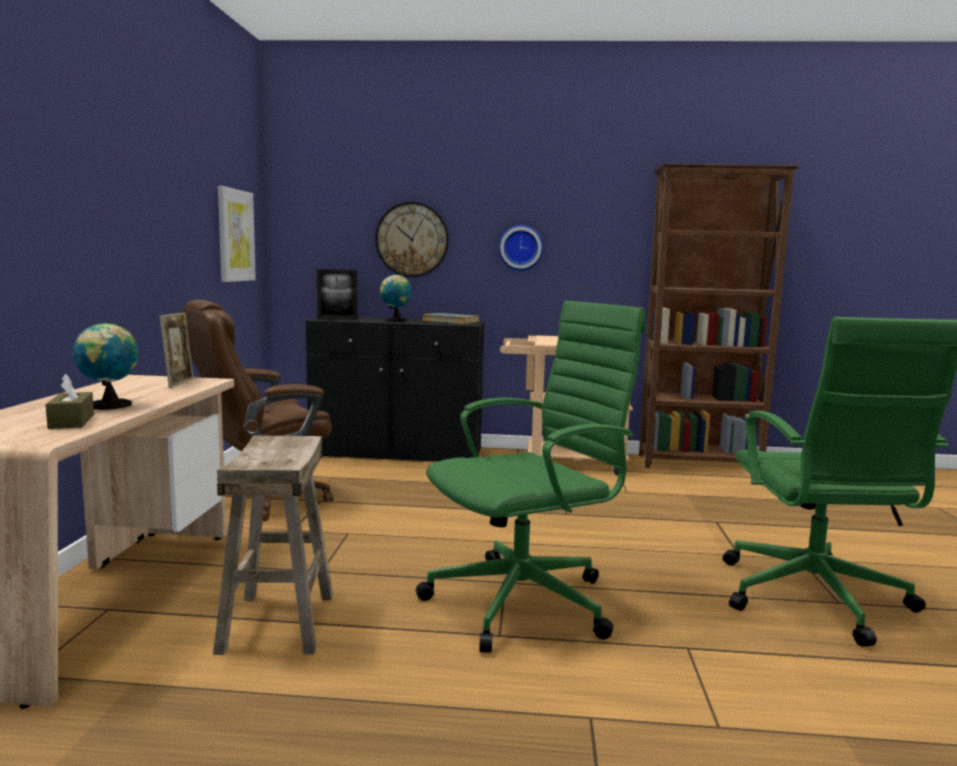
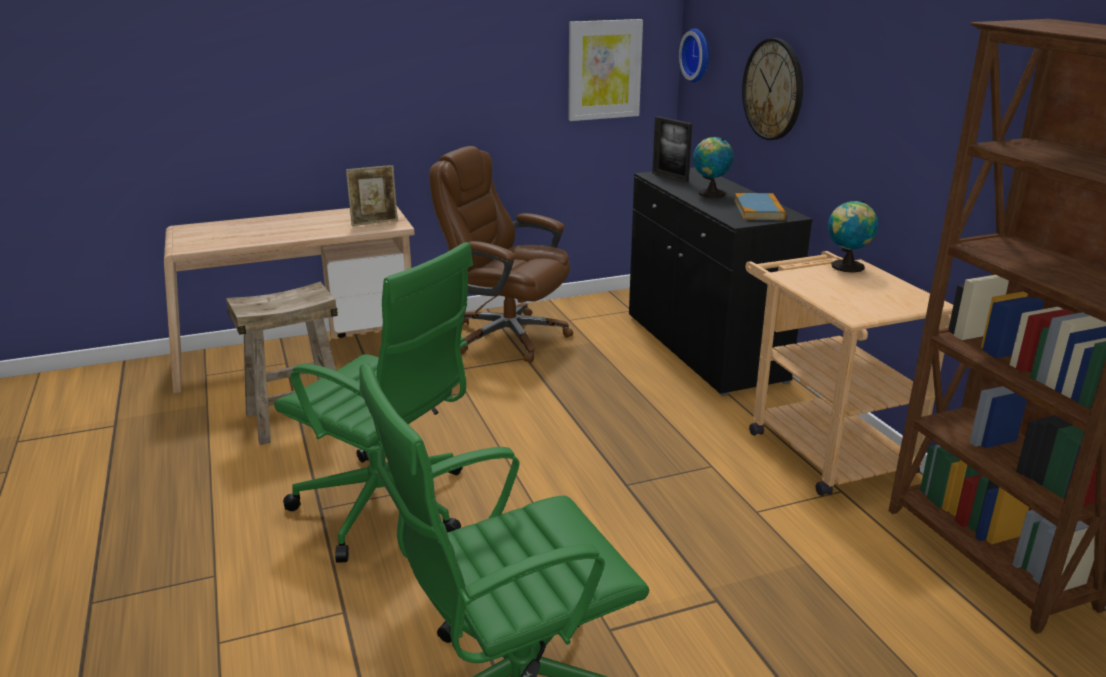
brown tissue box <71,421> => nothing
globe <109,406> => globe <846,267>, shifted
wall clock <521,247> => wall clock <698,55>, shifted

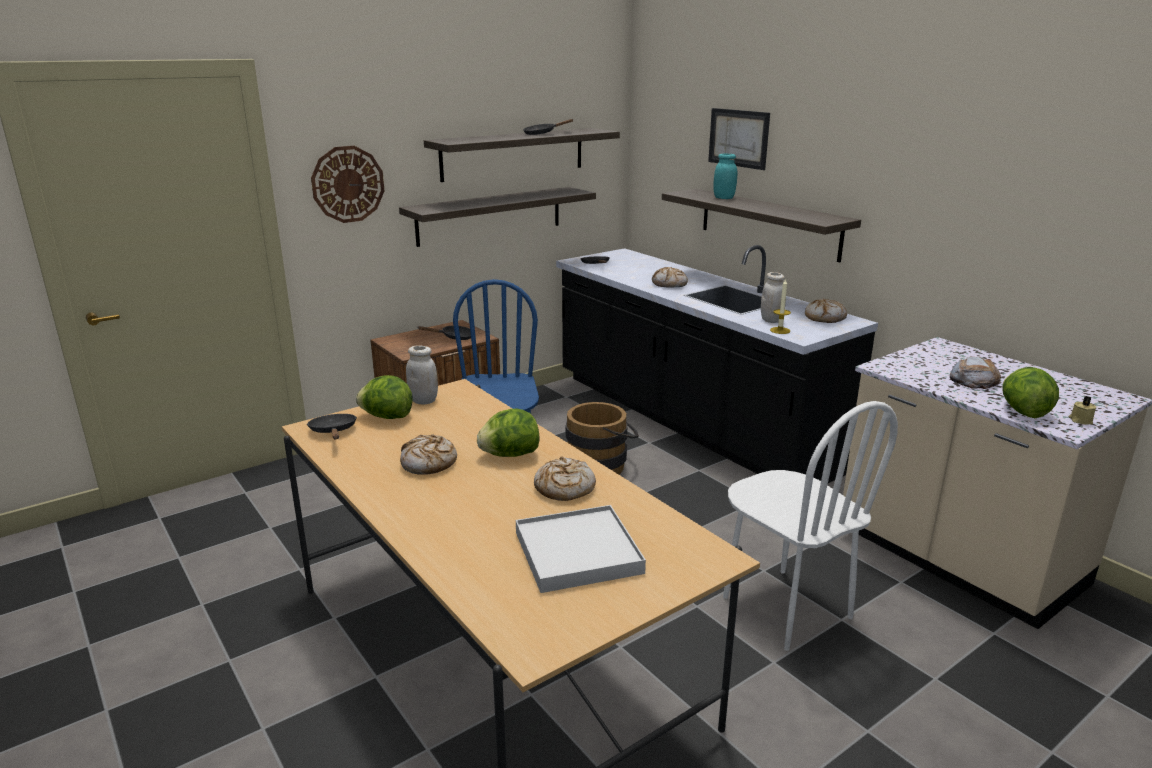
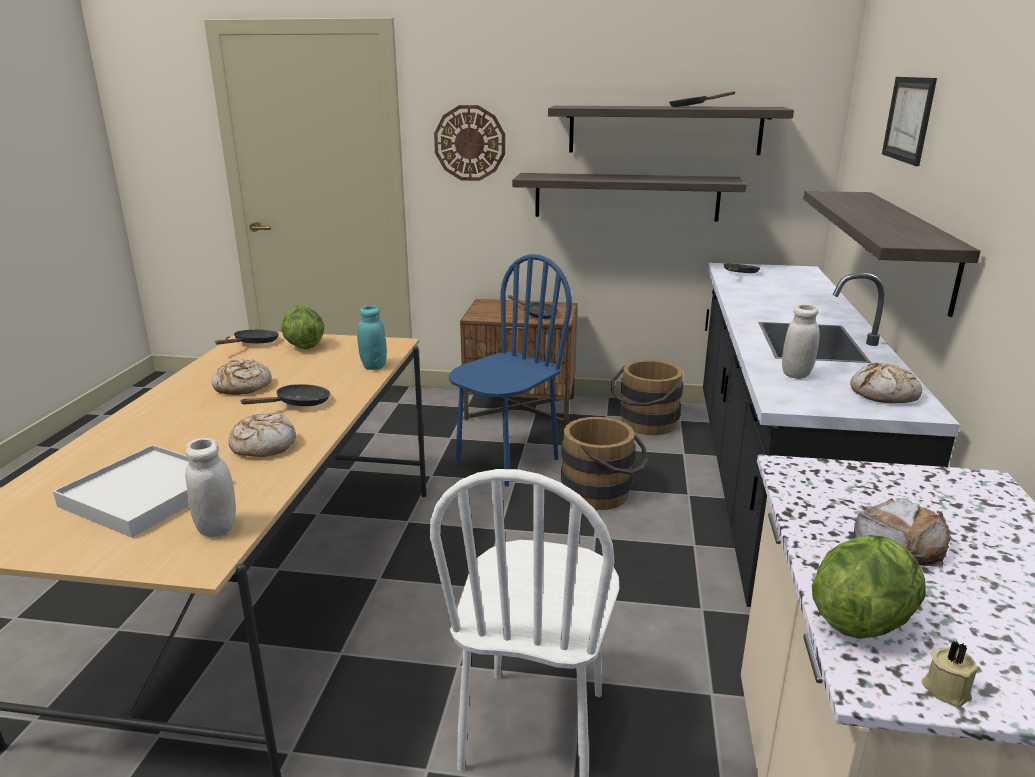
bread <669,284> => nothing
candle <780,330> => nothing
nothing => brown bucket <645,425>
white jar <423,401> => white jar <217,528>, shifted
turquoise jar <724,198> => turquoise jar <374,366>, shifted
lettuce <510,455> => black frying pan <298,404>

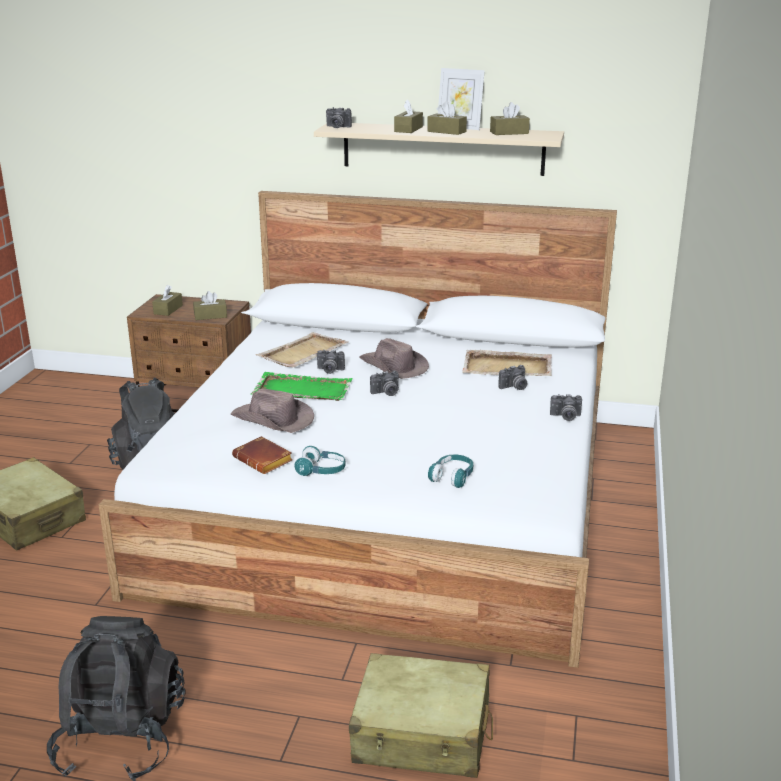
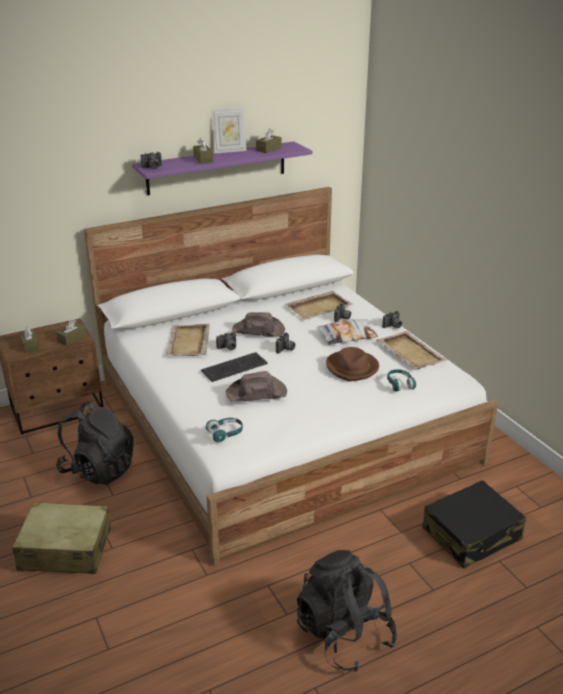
brown book <265,460> => nothing
brown tissue box <446,131> => nothing
nothing => pillow <347,336>
nothing => brown hat <352,368>
nothing => beige tray <410,352>
turquoise headphones <321,470> => turquoise headphones <225,433>, shifted
green tray <301,390> => keyboard <235,367>
beige shelf <443,148> => purple shelf <217,168>
beige suitcase <422,733> => black suitcase <471,534>

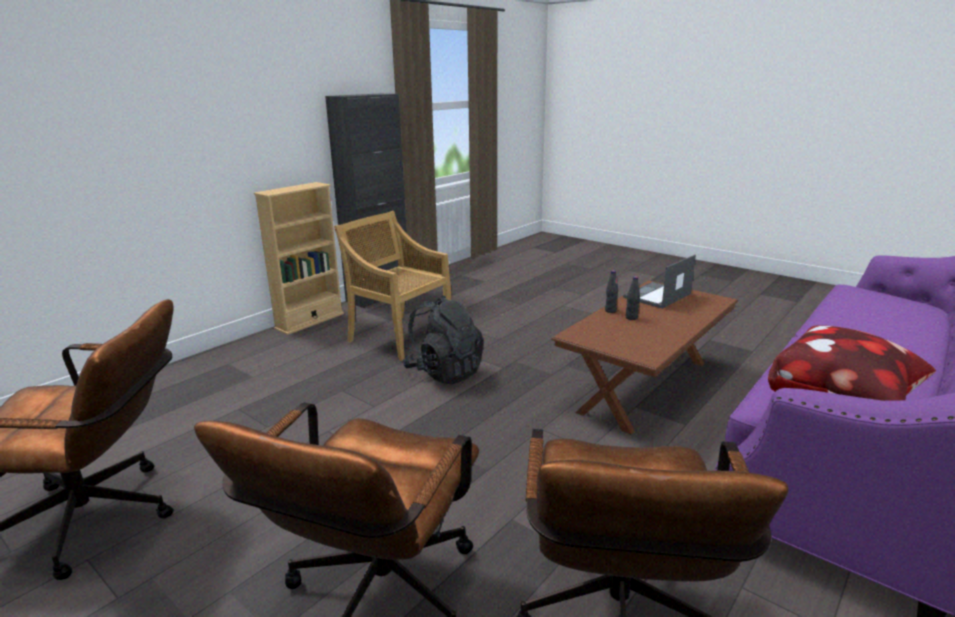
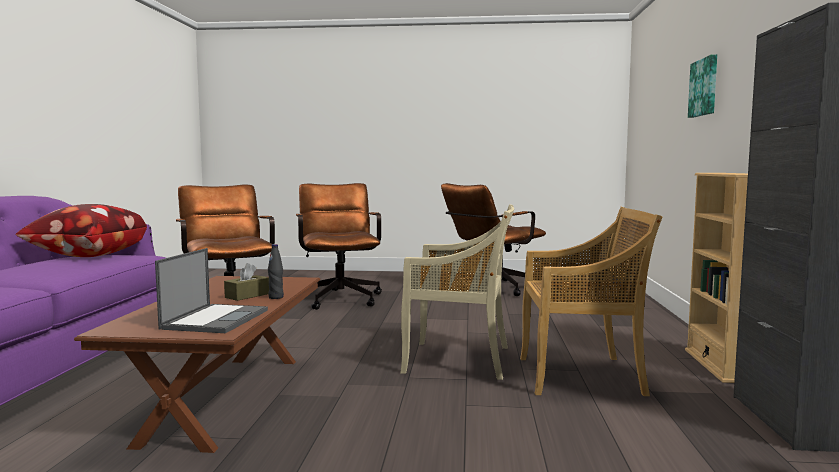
nothing => picture <704,87>
black backpack <444,372> => beige chair <460,360>
black bottle <631,318> => brown tissue box <247,295>

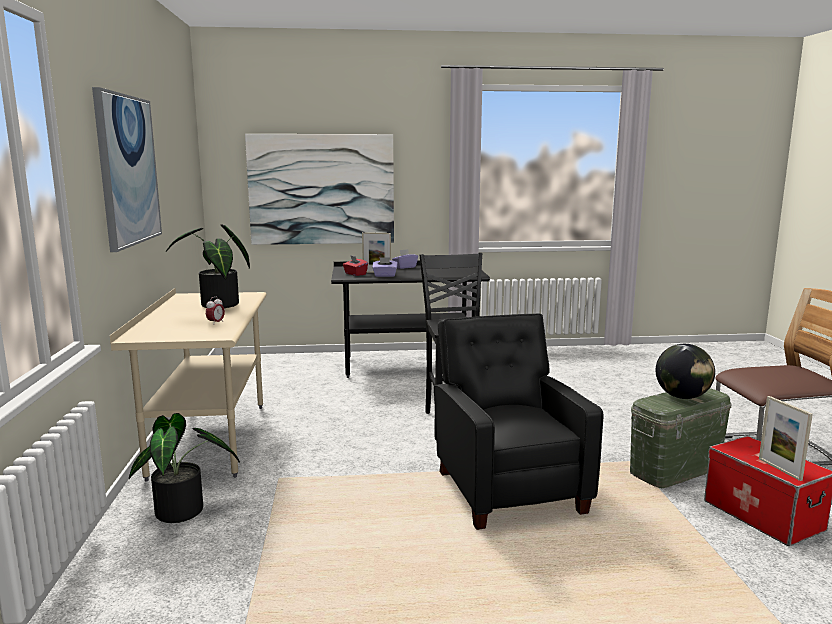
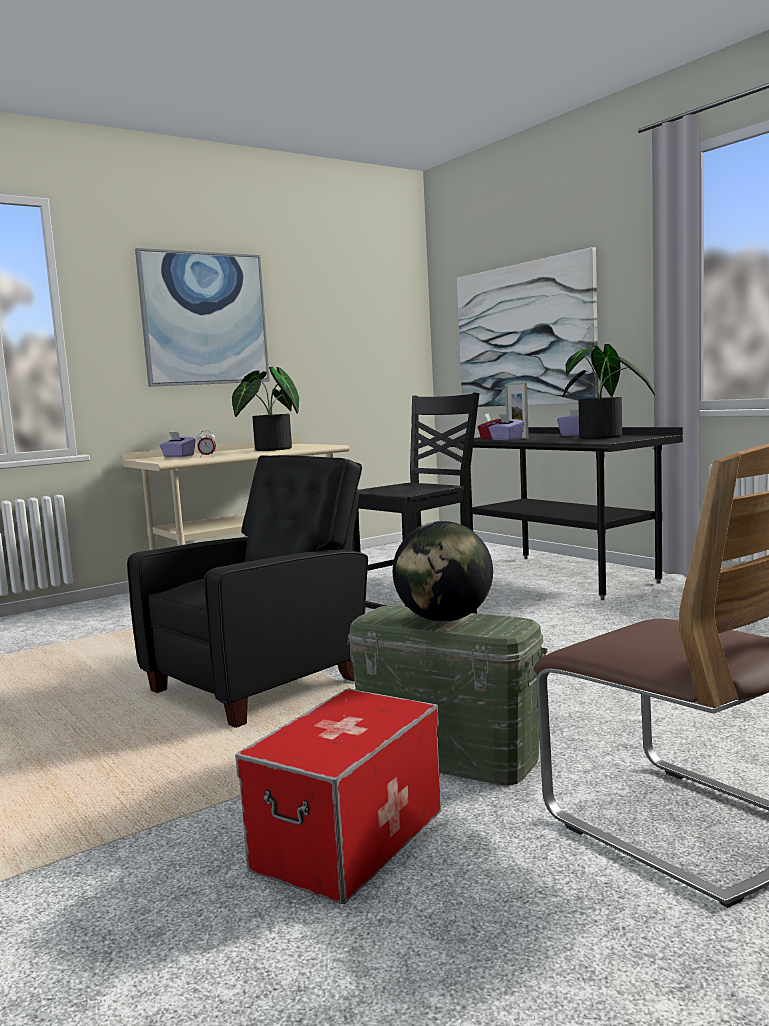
picture frame <779,469> => nothing
nothing => purple tissue box <178,456>
potted plant <185,512> => potted plant <603,437>, shifted

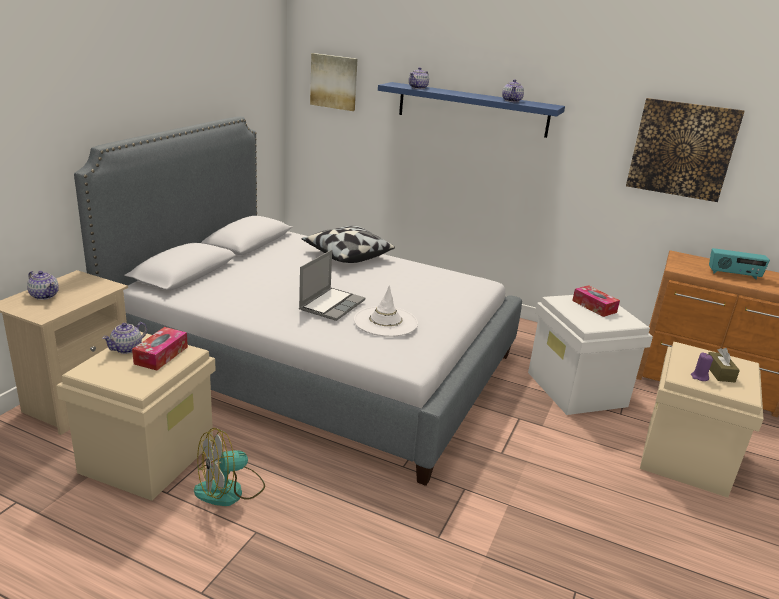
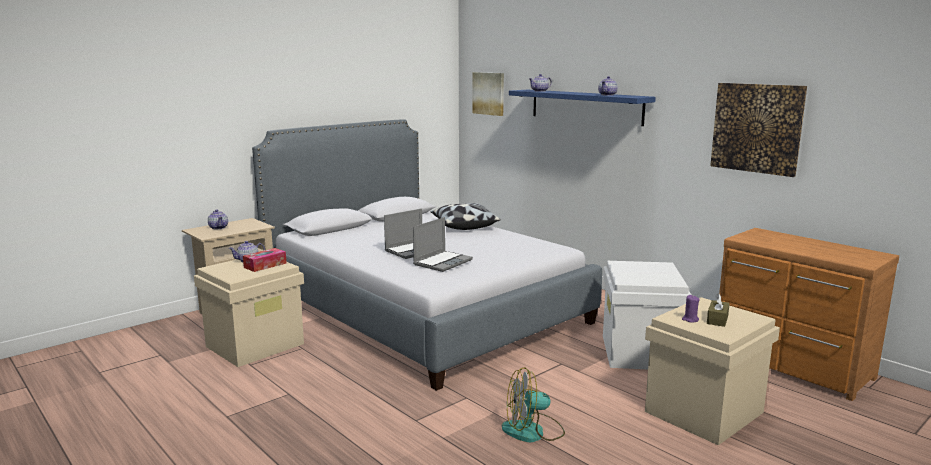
tissue box <594,306> => nothing
radio <734,275> => nothing
fan <230,490> => fan <533,431>, shifted
white hat <385,322> => laptop <442,262>

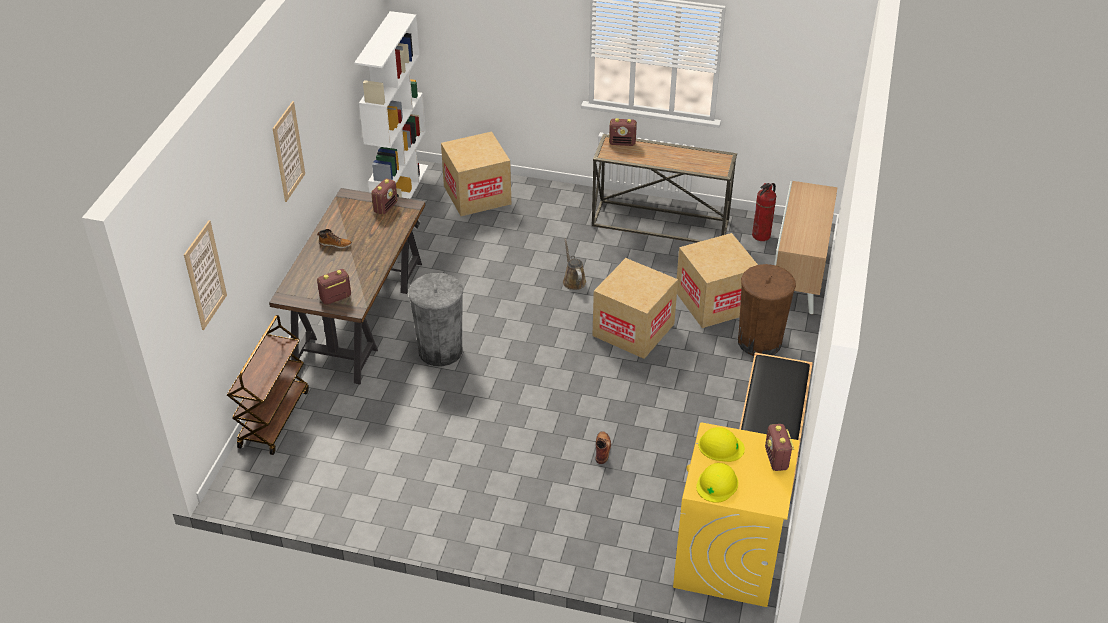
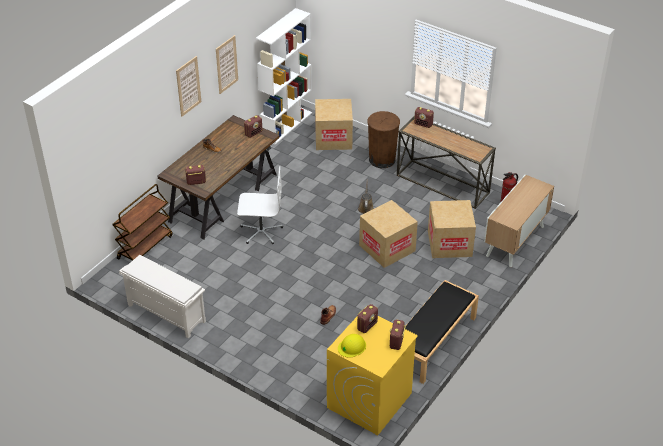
nothing => white shoe rack <165,313>
picture <205,275> => picture <226,64>, shifted
brown trash can <759,342> => brown trash can <382,160>, shifted
grey trash can <440,351> => white office chair <261,231>
yellow hard hat <720,446> => radio <367,326>

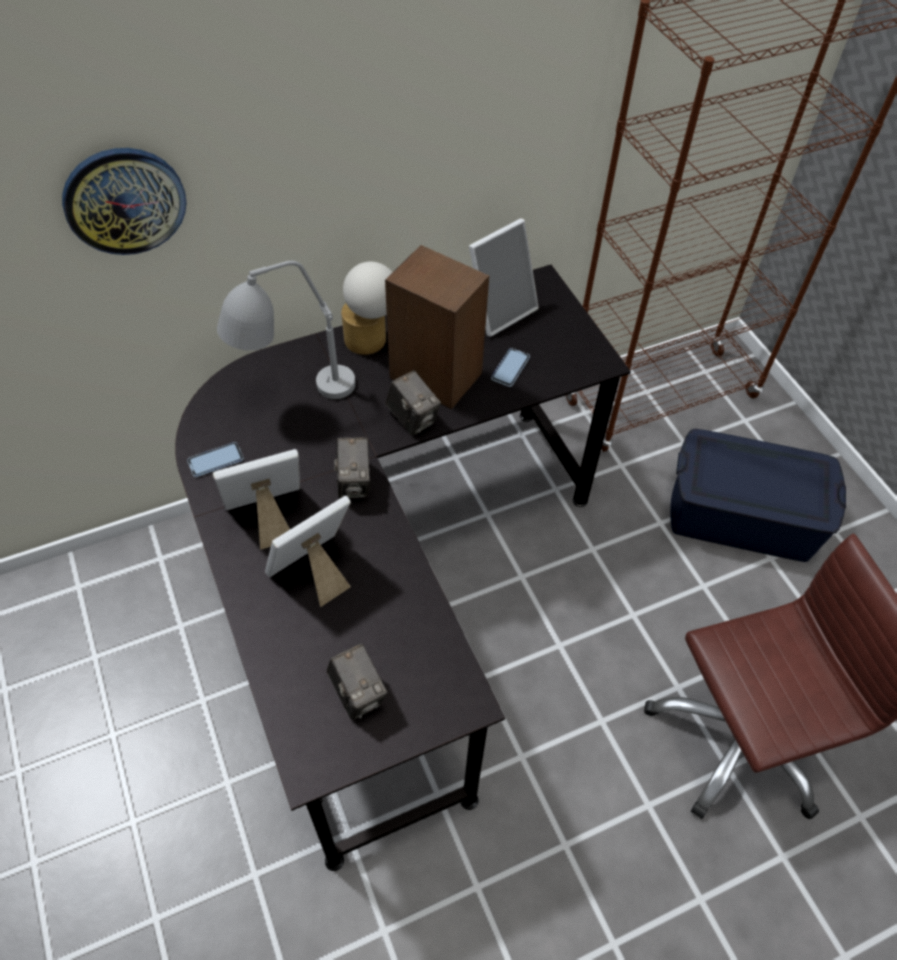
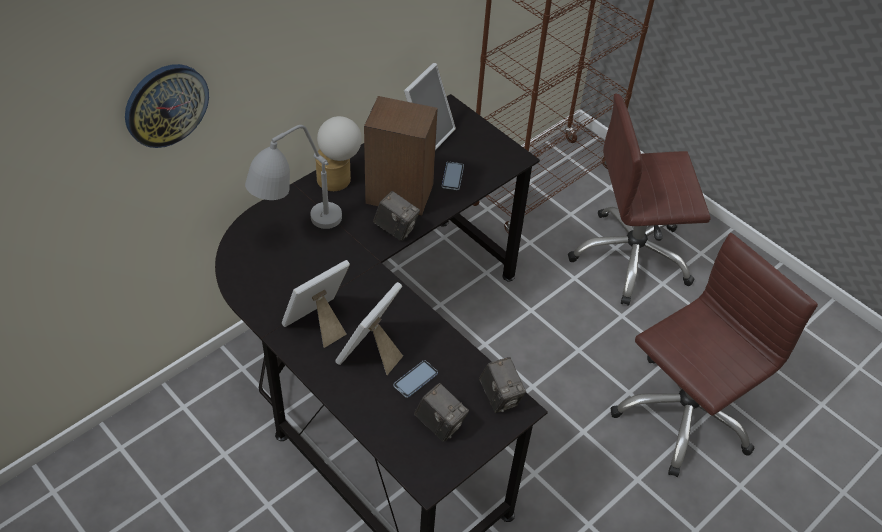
phone <215,460> => phone <415,379>, shifted
photo camera <354,483> => photo camera <500,397>, shifted
blue storage box <741,515> => brown office chair <631,258>

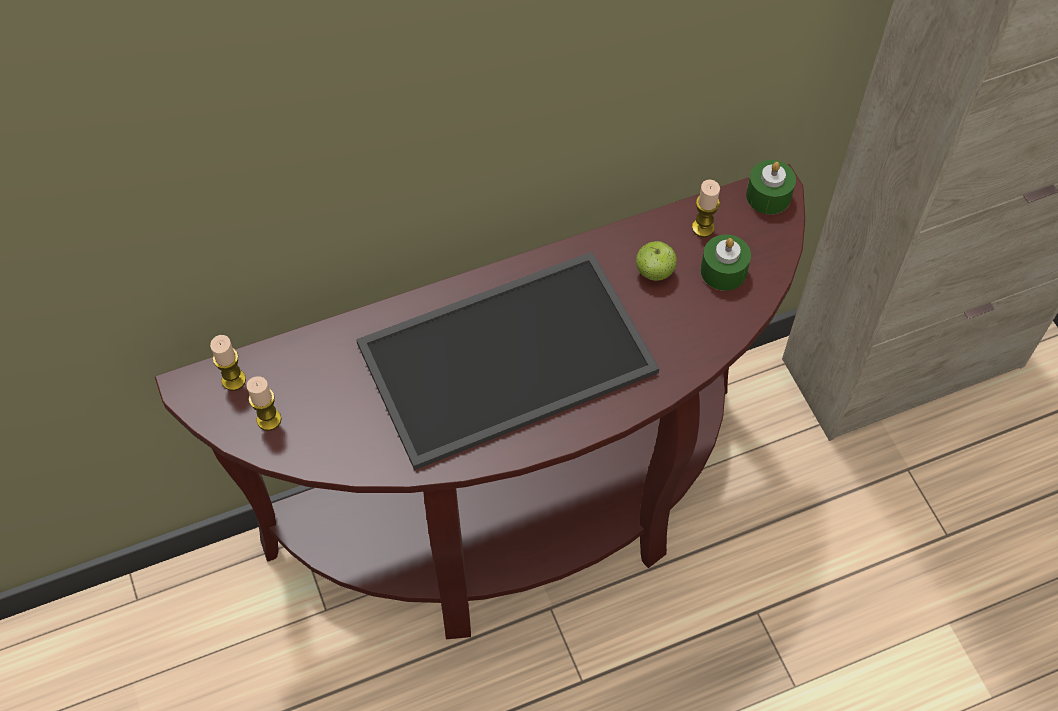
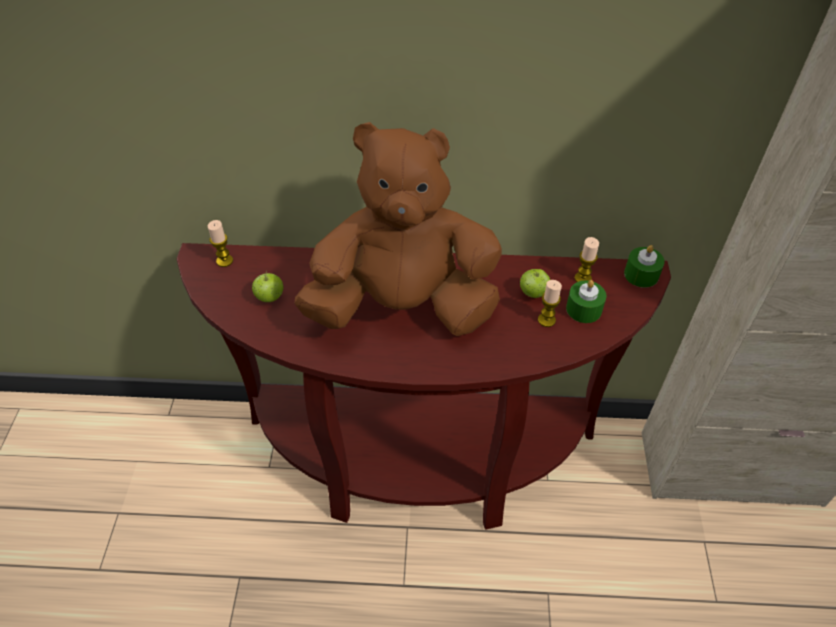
nothing => apple <270,298>
candle <269,419> => candle <546,320>, shifted
tray <507,354> => brown plush toy <403,307>

